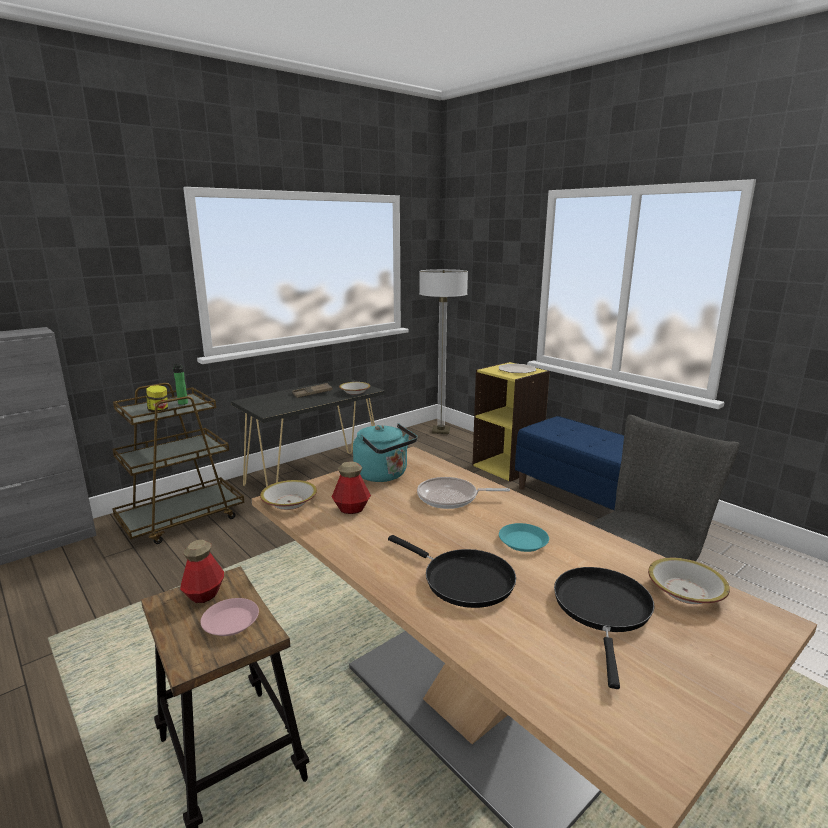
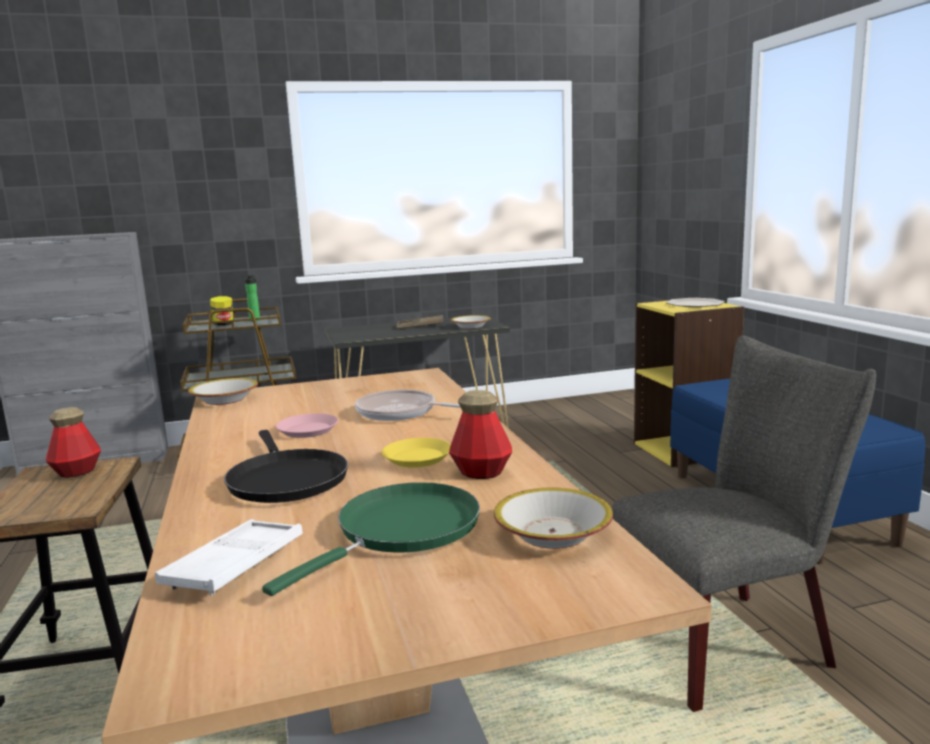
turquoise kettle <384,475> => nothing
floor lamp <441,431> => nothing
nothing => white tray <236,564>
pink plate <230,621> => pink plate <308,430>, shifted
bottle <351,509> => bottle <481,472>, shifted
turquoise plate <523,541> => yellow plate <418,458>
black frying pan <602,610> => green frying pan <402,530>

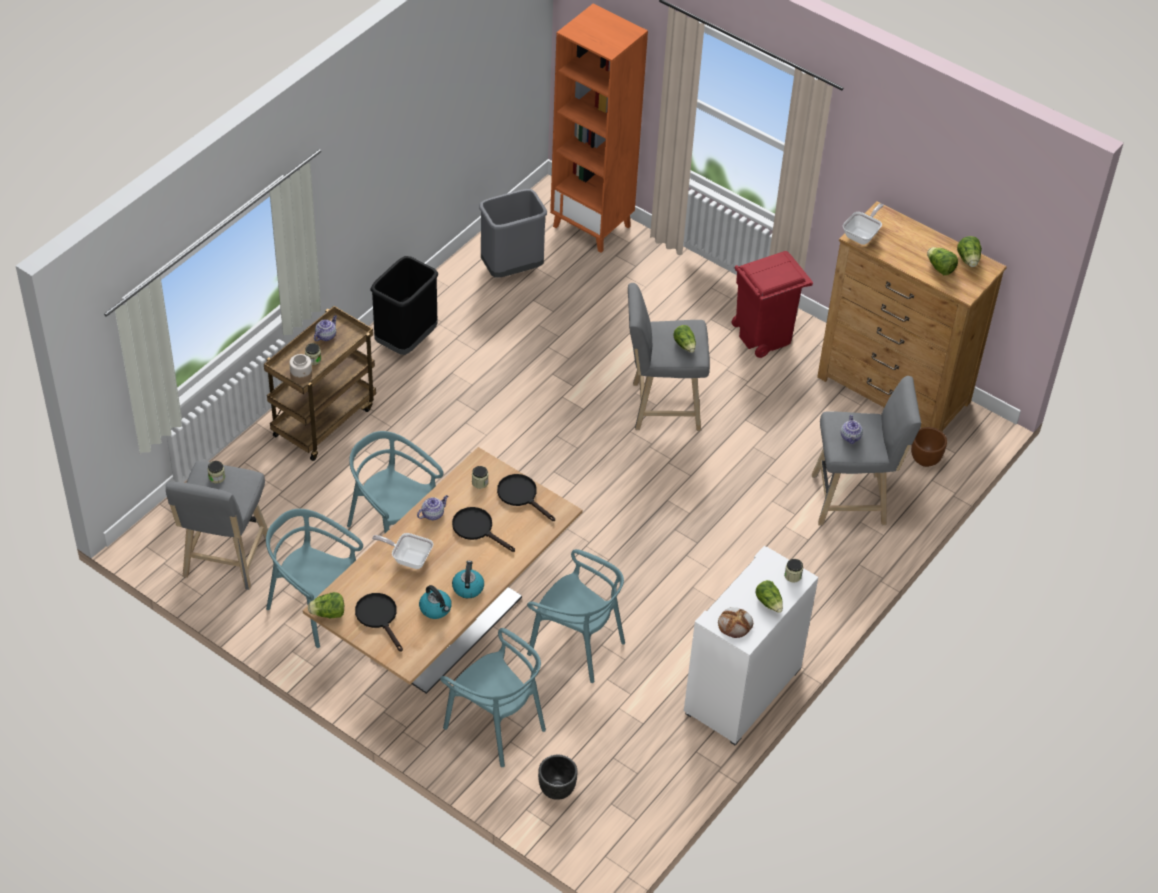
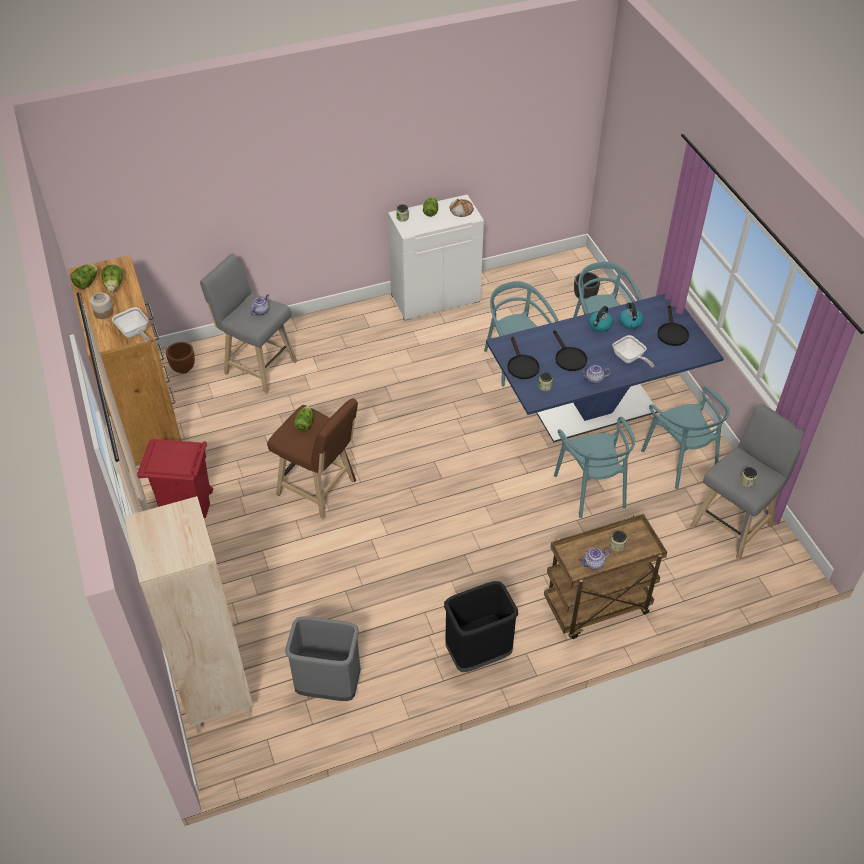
lettuce <328,613> => nothing
jar <301,375> => jar <103,312>, shifted
beige dining table <446,627> => blue dining table <594,408>
orange bookcase <592,226> => beige bookcase <216,695>
grey stool <661,406> => brown stool <320,490>
frying pan <862,235> => frying pan <134,333>, 105 degrees counterclockwise

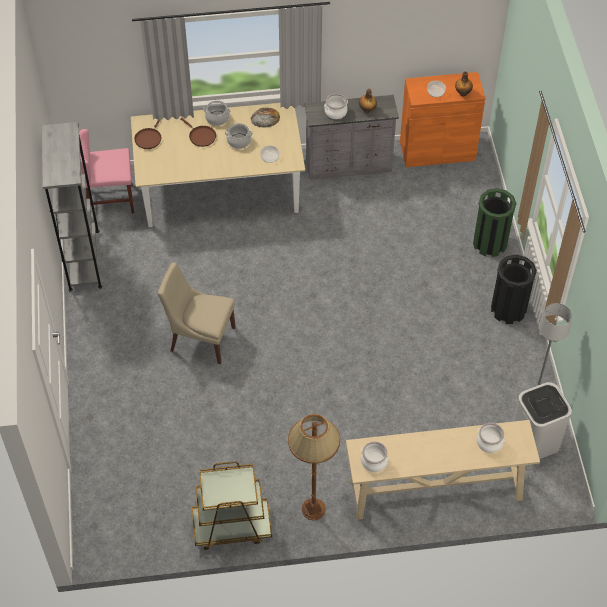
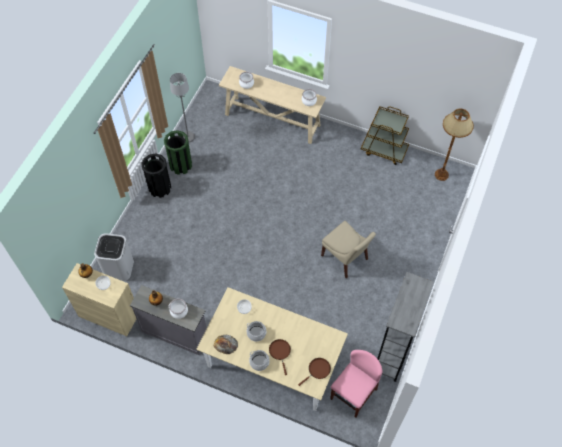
brown floor lamp <313,509> => brown floor lamp <441,174>, shifted
green trash can <490,243> => green trash can <180,165>, shifted
white trash can <535,440> => white trash can <118,268>, shifted
orange cabinet <437,150> => beige cabinet <109,314>
pink chair <110,200> => pink chair <353,394>, 75 degrees counterclockwise

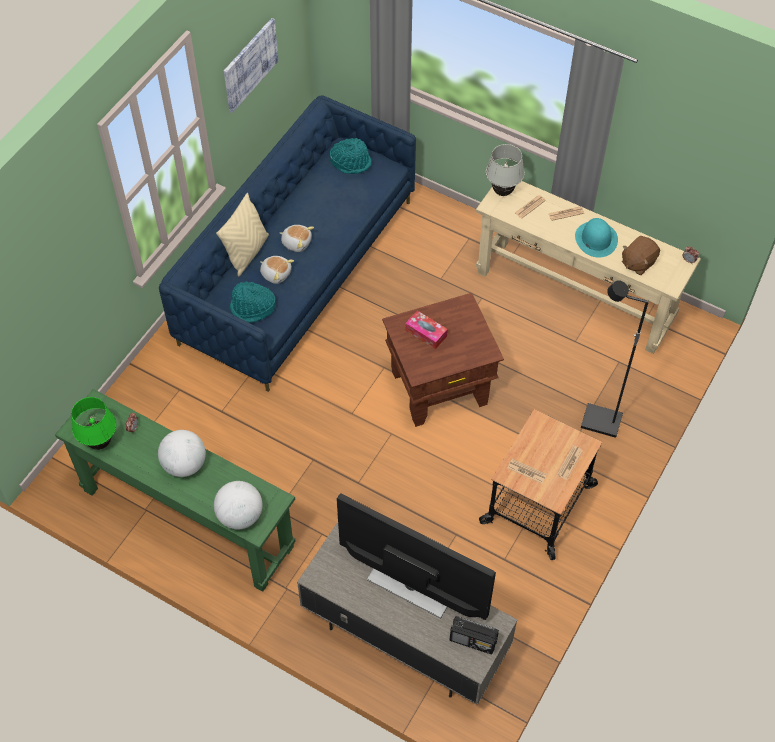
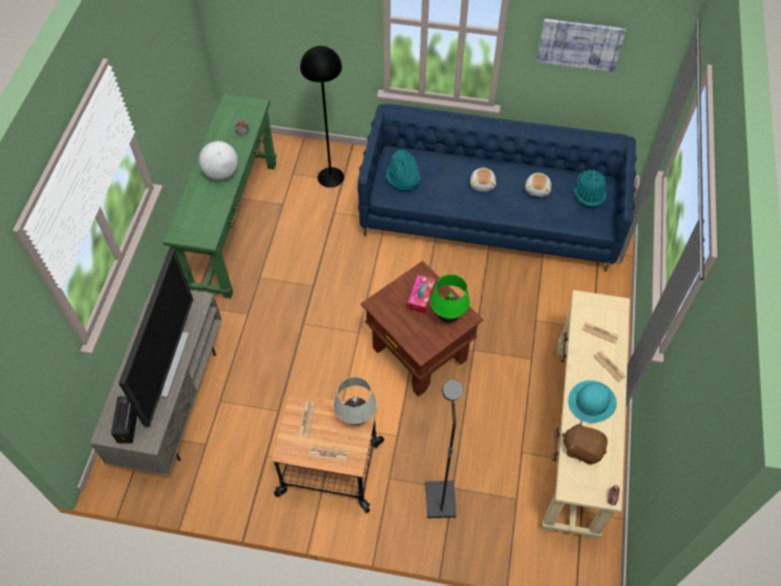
globe <240,516> => nothing
beige pillow <247,253> => nothing
nothing => black floor lamp <330,177>
green table lamp <100,443> => green table lamp <448,317>, shifted
plush toy <276,273> => plush toy <537,189>, shifted
white table lamp <503,192> => white table lamp <356,418>, shifted

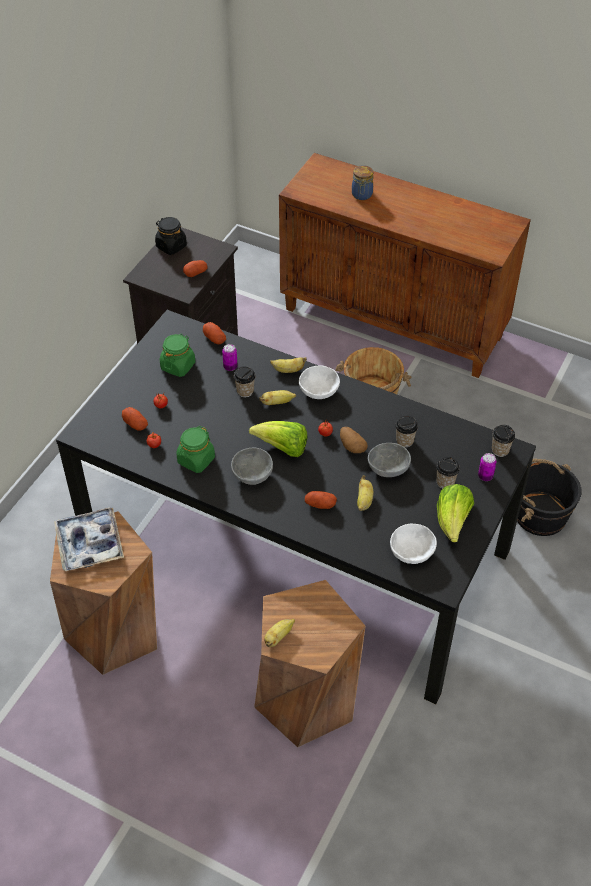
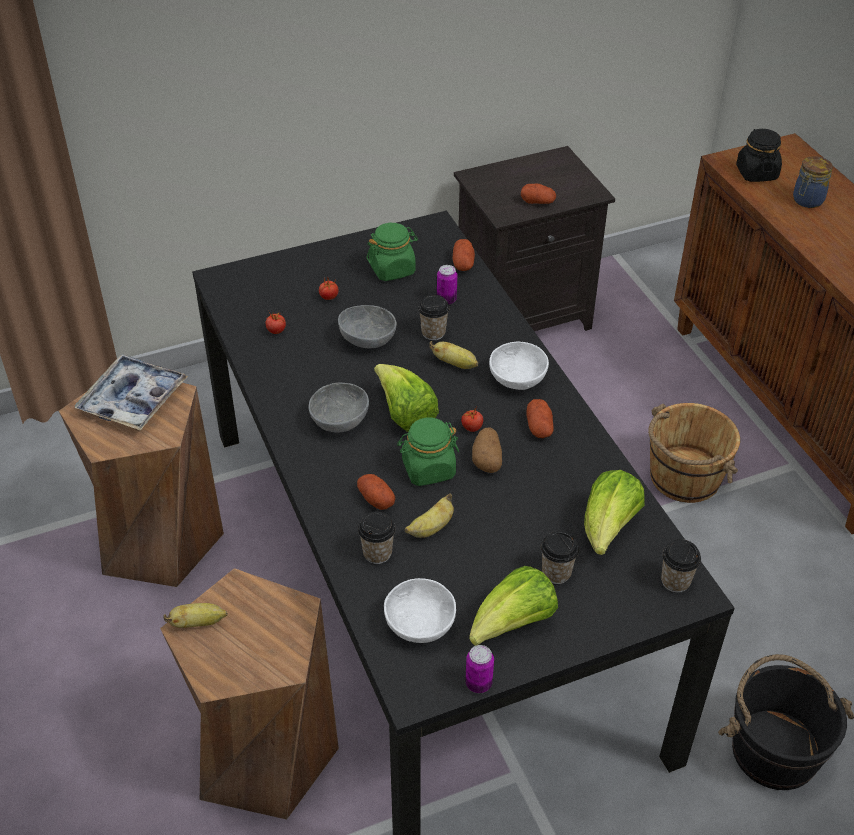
banana <288,370> => nothing
nothing => lettuce <608,528>
potato <135,424> => potato <539,427>, shifted
black jar <171,246> => black jar <756,173>, shifted
green jar <196,460> => green jar <428,469>, shifted
grey bowl <387,468> => grey bowl <367,338>, shifted
cup <405,441> => cup <377,553>, shifted
can <485,476> => can <478,683>, shifted

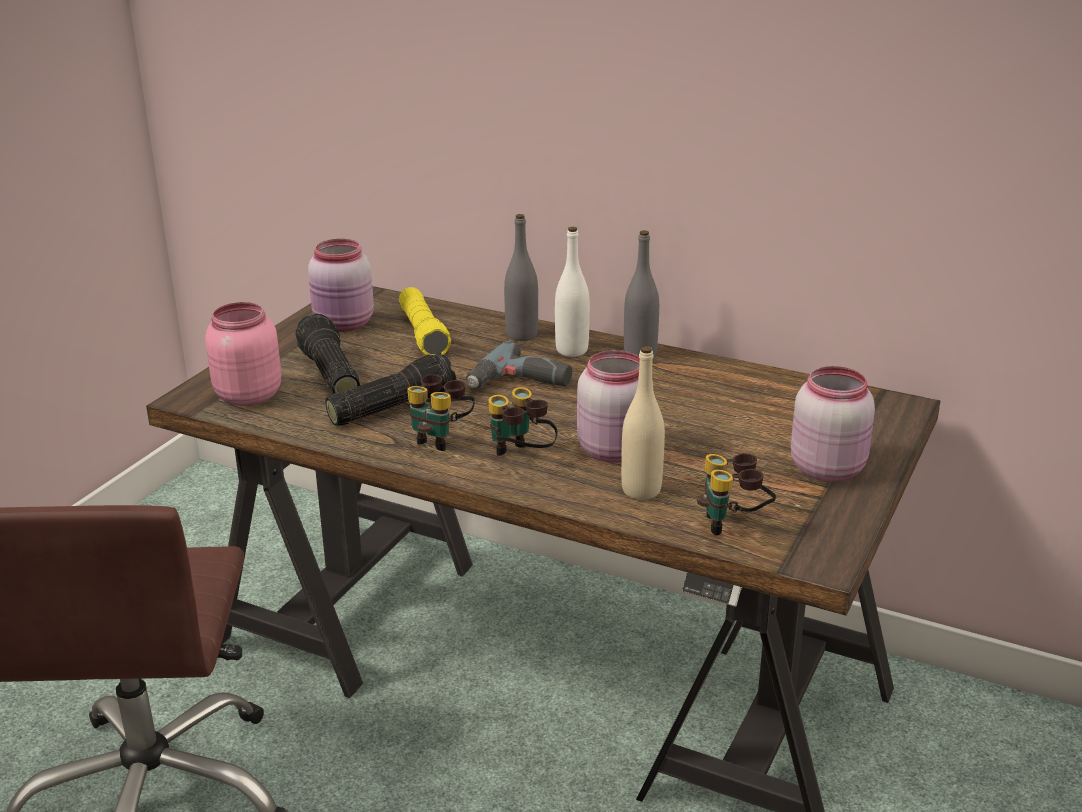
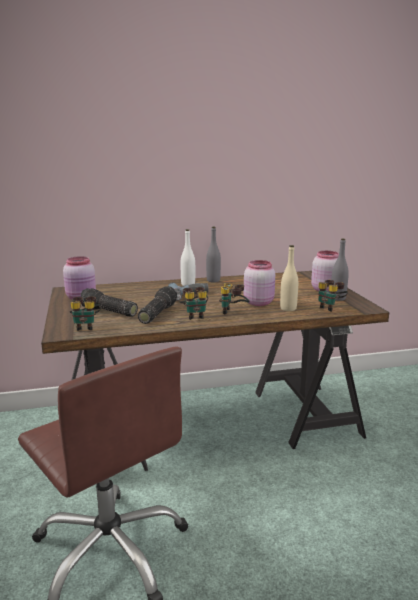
yellow flashlight <423,334> => nothing
grey bottle <521,335> => grey bottle <338,298>, shifted
pink jar <246,396> => binoculars <86,327>

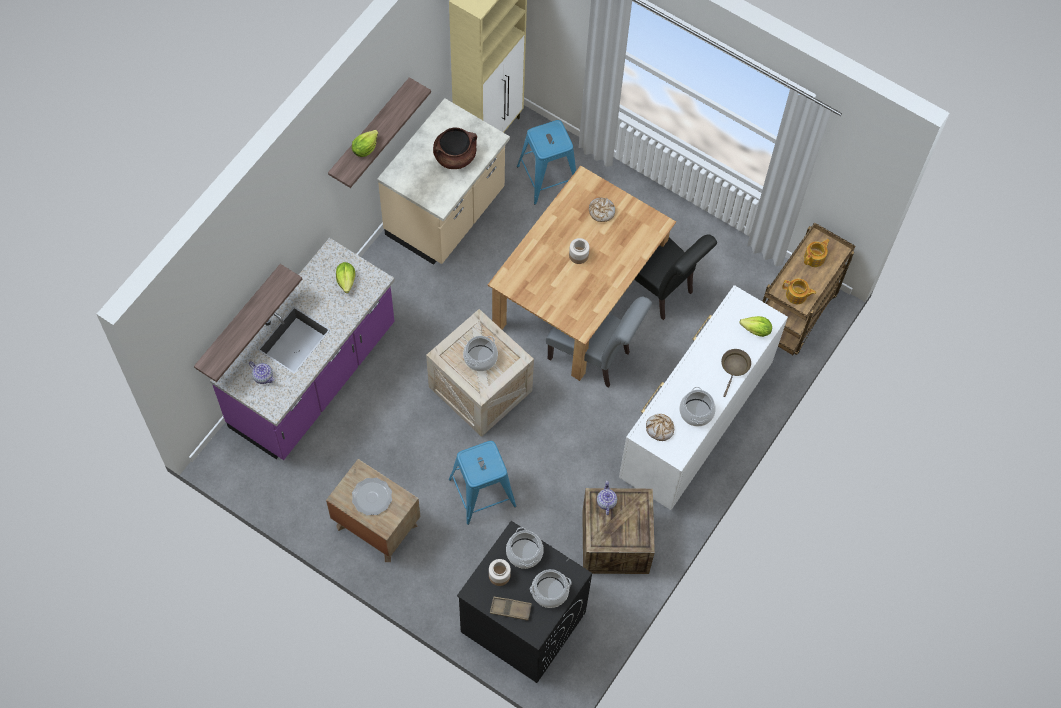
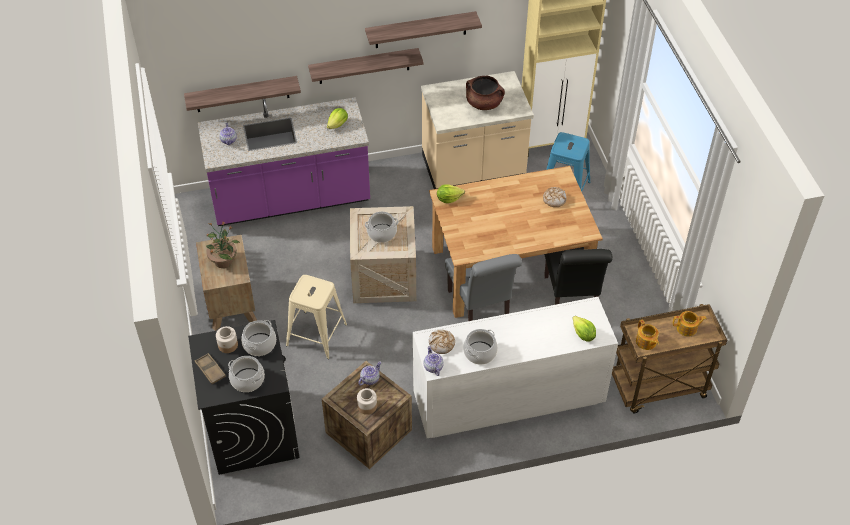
brown frying pan <734,367> => nothing
nothing => shelf <364,66>
nothing => teapot <433,367>
lettuce <365,148> => lettuce <448,199>, shifted
jar <578,255> => jar <367,406>, shifted
plate <372,497> => potted plant <223,261>
blue stool <482,492> => beige stool <316,335>

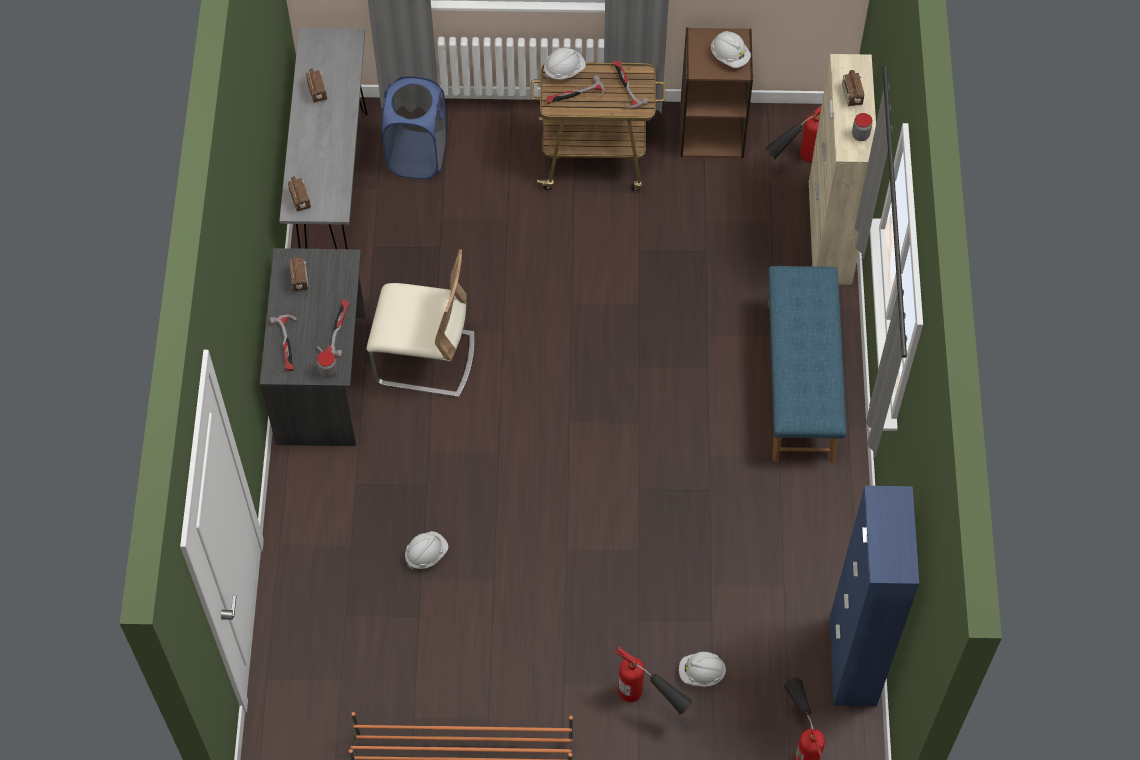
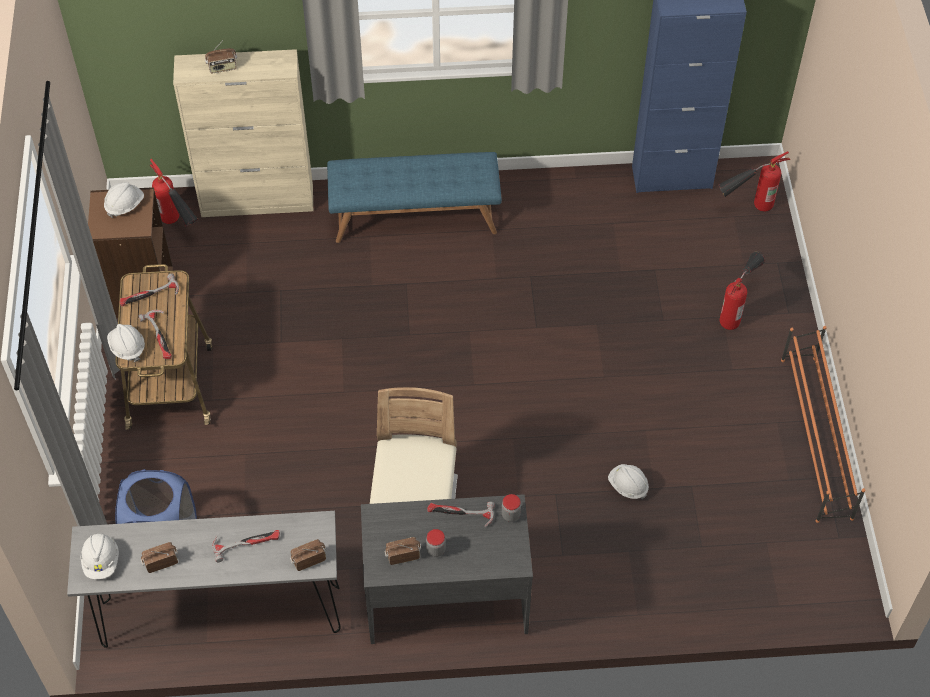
hammer <287,344> => hammer <246,542>, shifted
white hard hat <701,673> => white hard hat <101,561>, shifted
jar <860,135> => jar <436,550>, shifted

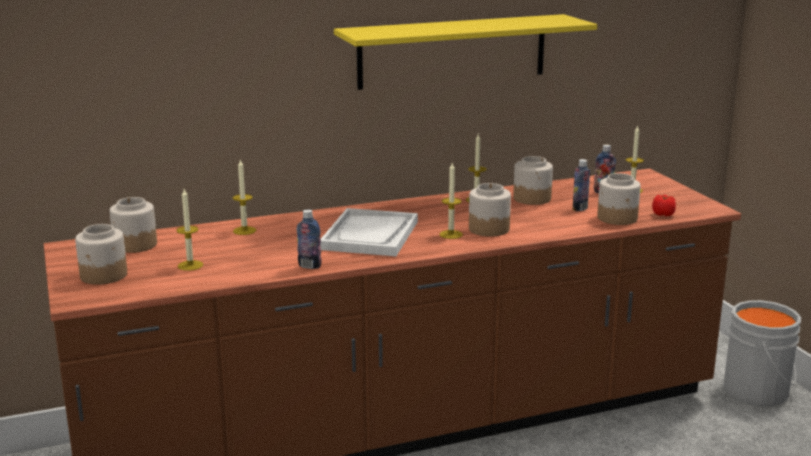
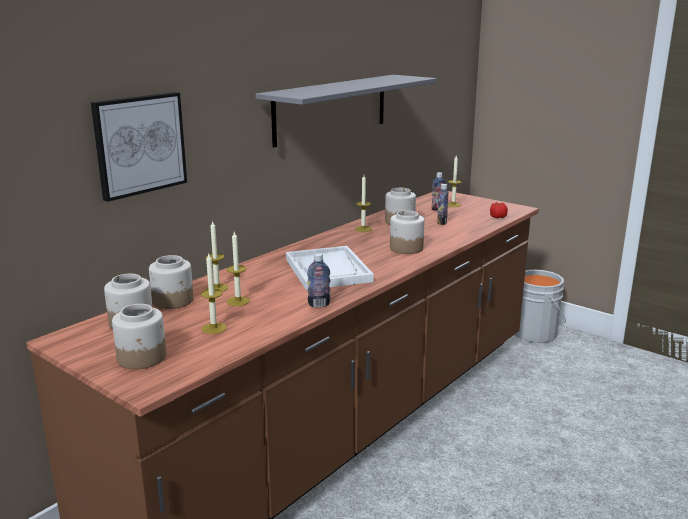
nothing => picture <139,144>
candle <451,234> => candle <238,301>, shifted
jar <617,218> => jar <173,301>, shifted
yellow shelf <452,51> => grey shelf <331,108>

